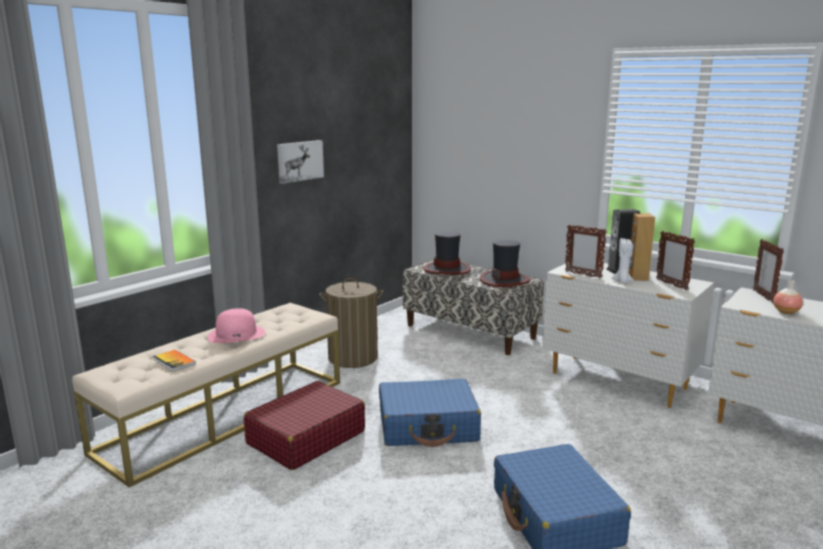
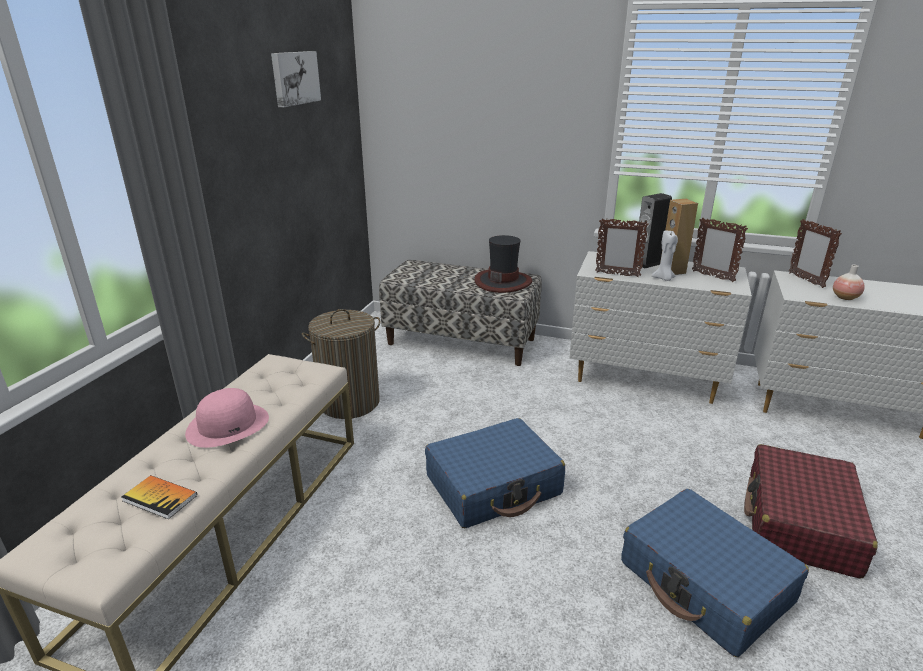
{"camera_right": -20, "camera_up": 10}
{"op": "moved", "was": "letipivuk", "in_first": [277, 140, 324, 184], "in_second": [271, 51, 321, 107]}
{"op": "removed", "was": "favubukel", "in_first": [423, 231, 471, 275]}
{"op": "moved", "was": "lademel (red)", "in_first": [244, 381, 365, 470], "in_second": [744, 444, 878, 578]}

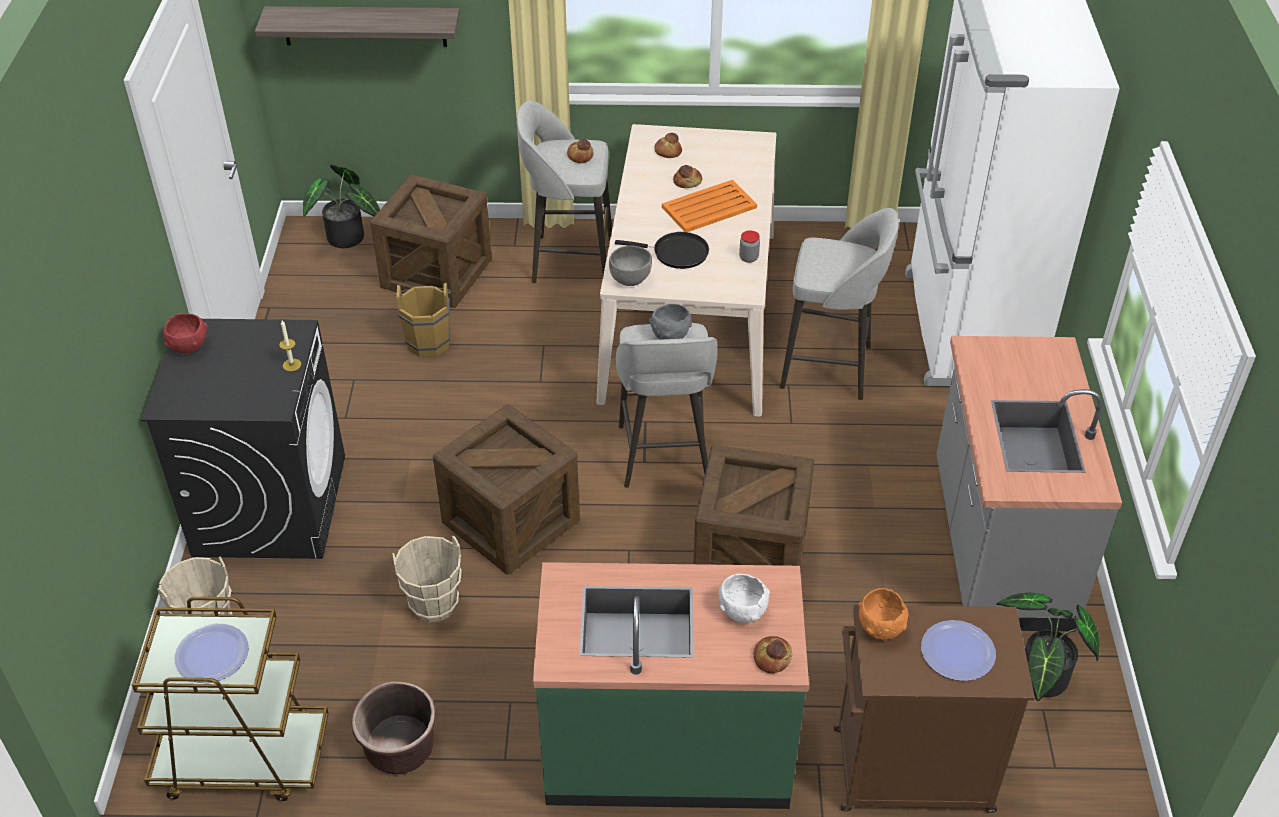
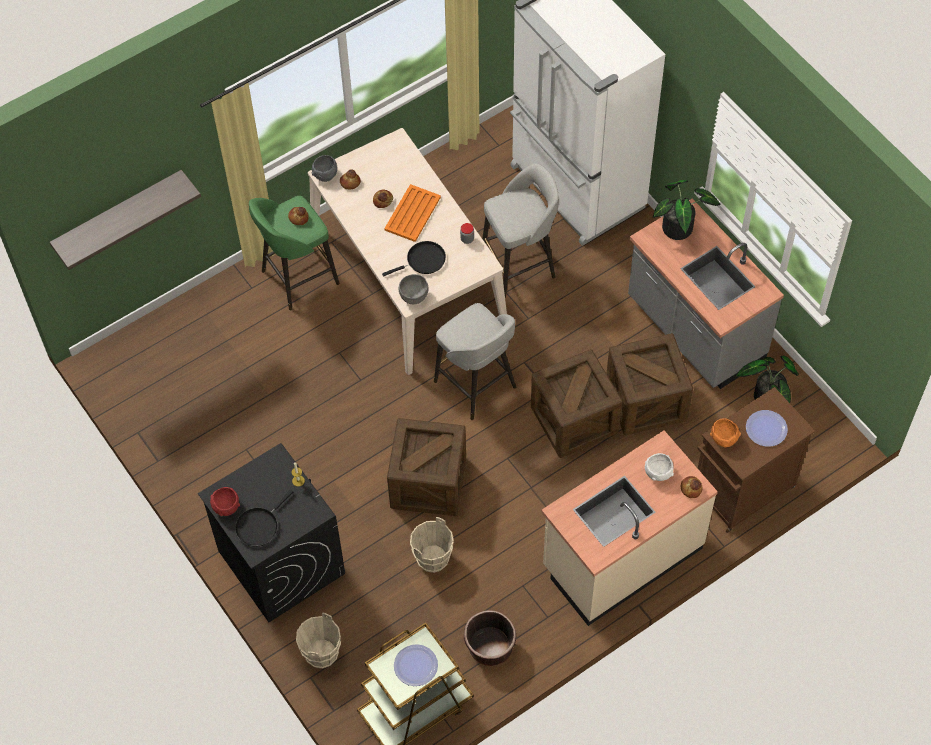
{"camera_right": -35, "camera_up": 15}
{"op": "recoloured", "was": "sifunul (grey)", "now": "sifunul (green)", "in_first": [517, 100, 612, 283], "in_second": [249, 196, 340, 310]}
{"op": "moved", "was": "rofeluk", "in_first": [303, 164, 380, 248], "in_second": [653, 180, 721, 240]}
{"op": "moved", "was": "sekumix", "in_first": [370, 174, 492, 308], "in_second": [606, 333, 693, 435]}
{"op": "removed", "was": "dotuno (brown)", "in_first": [394, 283, 451, 357]}
{"op": "moved", "was": "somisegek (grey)", "in_first": [649, 304, 692, 340], "in_second": [312, 155, 337, 182]}
{"op": "recoloured", "was": "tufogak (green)", "now": "tufogak (beige)", "in_first": [533, 562, 809, 809], "in_second": [541, 430, 718, 626]}
{"op": "added", "now": "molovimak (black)", "in_second": [235, 490, 293, 547]}

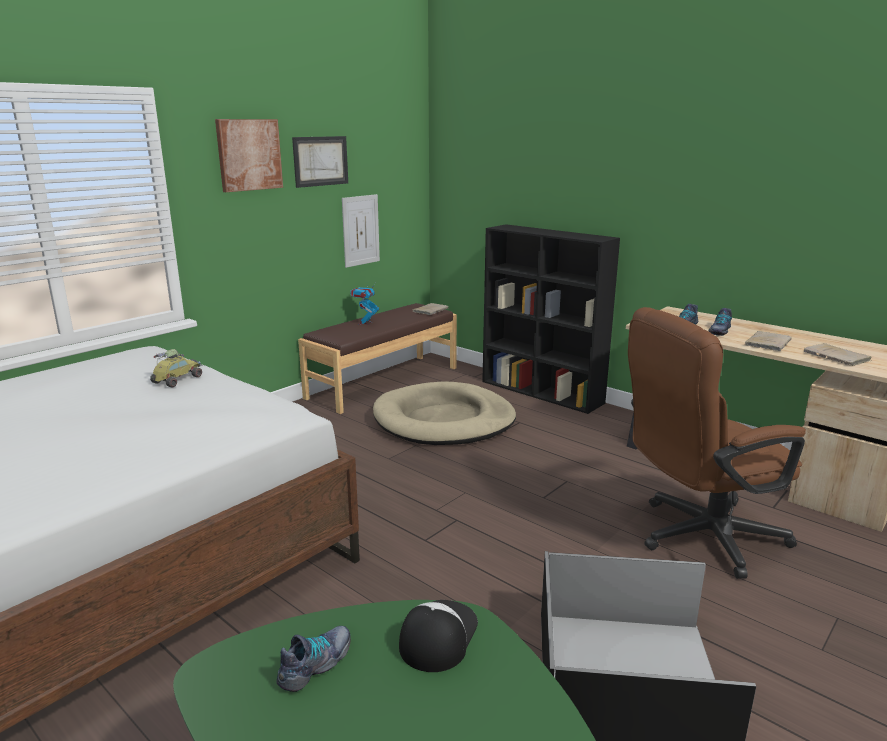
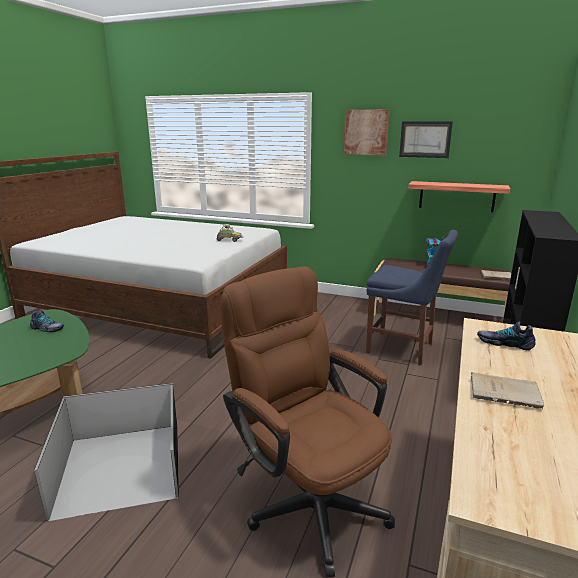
{"camera_right": 70, "camera_up": 0}
{"op": "replaced", "was": "letipivuk", "now": "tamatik", "in_first": [342, 194, 380, 268], "in_second": [408, 181, 510, 212]}
{"op": "removed", "was": "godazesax", "in_first": [708, 308, 732, 336]}
{"op": "removed", "was": "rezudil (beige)", "in_first": [803, 343, 872, 366]}
{"op": "replaced", "was": "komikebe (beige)", "now": "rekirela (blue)", "in_first": [373, 381, 516, 445], "in_second": [366, 230, 458, 365]}
{"op": "removed", "was": "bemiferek", "in_first": [399, 600, 478, 672]}

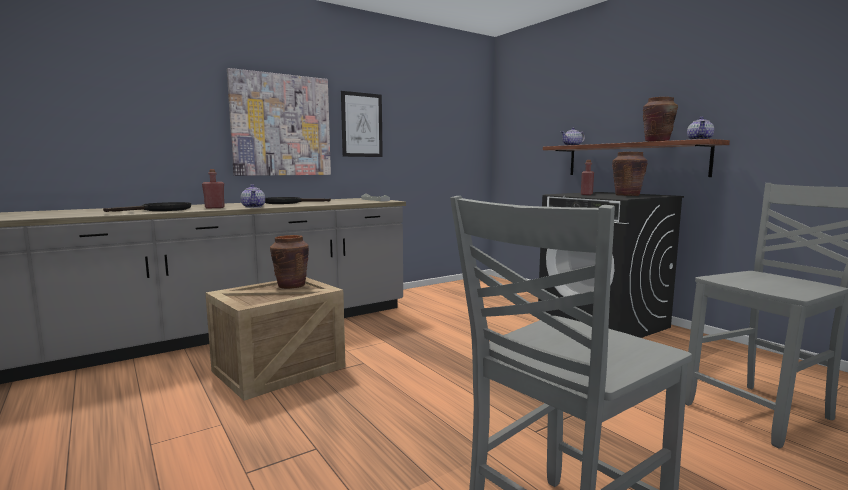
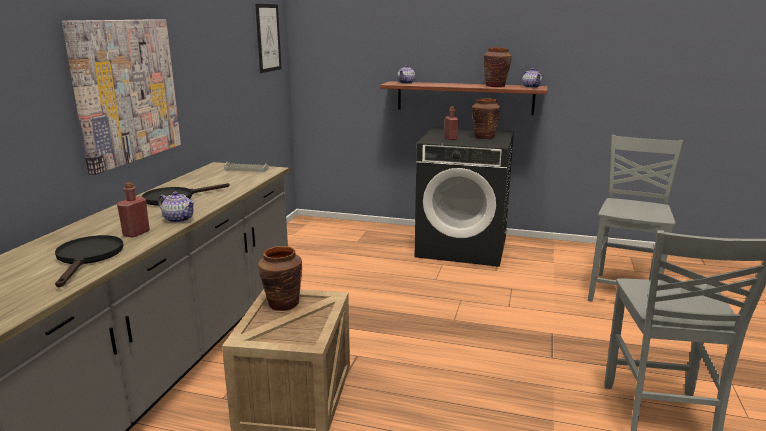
{"camera_right": -40, "camera_up": 10}
{"op": "moved", "was": "letipivuk", "in_first": [341, 91, 383, 157], "in_second": [255, 4, 281, 73]}

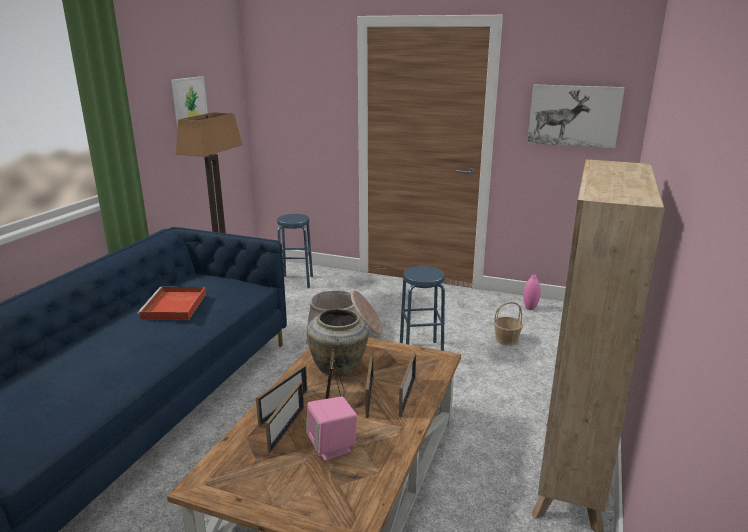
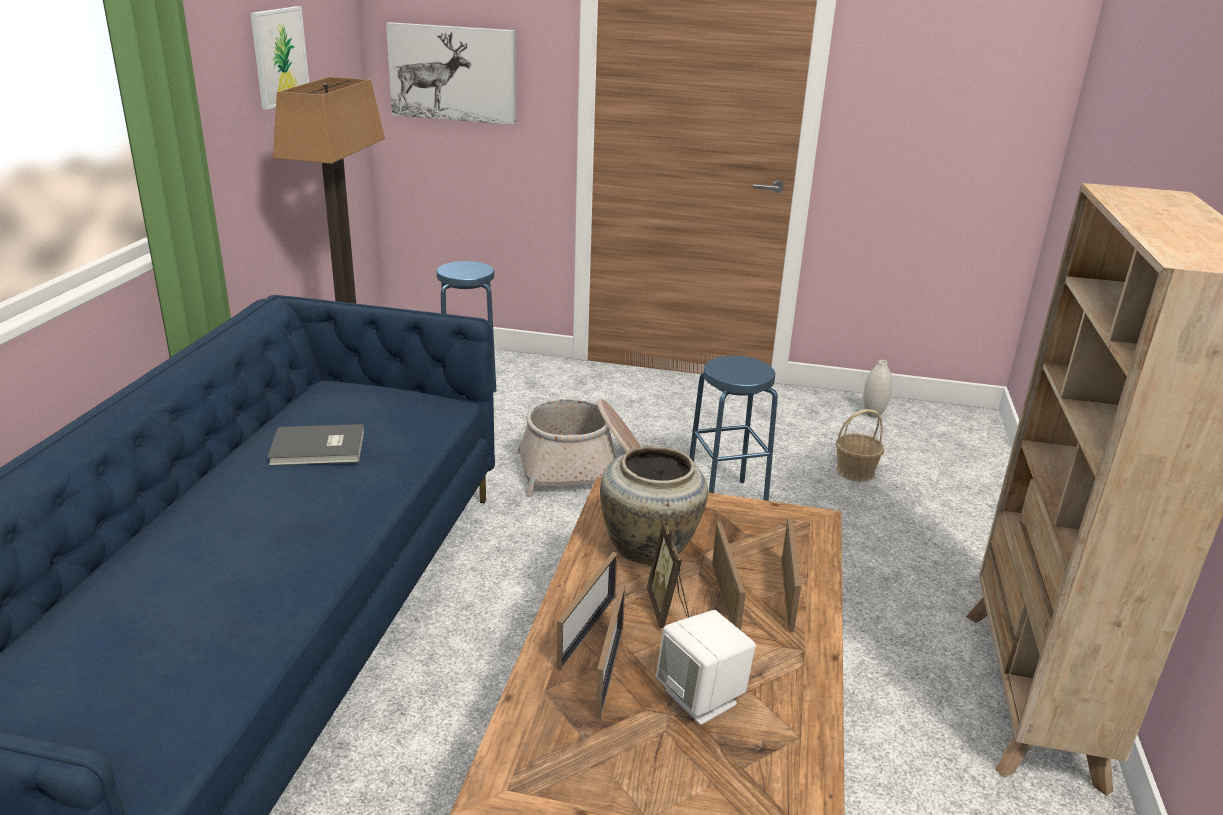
{"camera_right": -10, "camera_up": 5}
{"op": "moved", "was": "letipivuk", "in_first": [527, 85, 625, 148], "in_second": [386, 22, 516, 125]}
{"op": "recoloured", "was": "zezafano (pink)", "now": "zezafano (white)", "in_first": [523, 275, 541, 310], "in_second": [863, 360, 893, 418]}
{"op": "replaced", "was": "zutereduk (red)", "now": "rezudil (grey)", "in_first": [137, 287, 206, 320], "in_second": [267, 424, 364, 466]}
{"op": "recoloured", "was": "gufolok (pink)", "now": "gufolok (white)", "in_first": [306, 396, 357, 461], "in_second": [656, 610, 756, 725]}

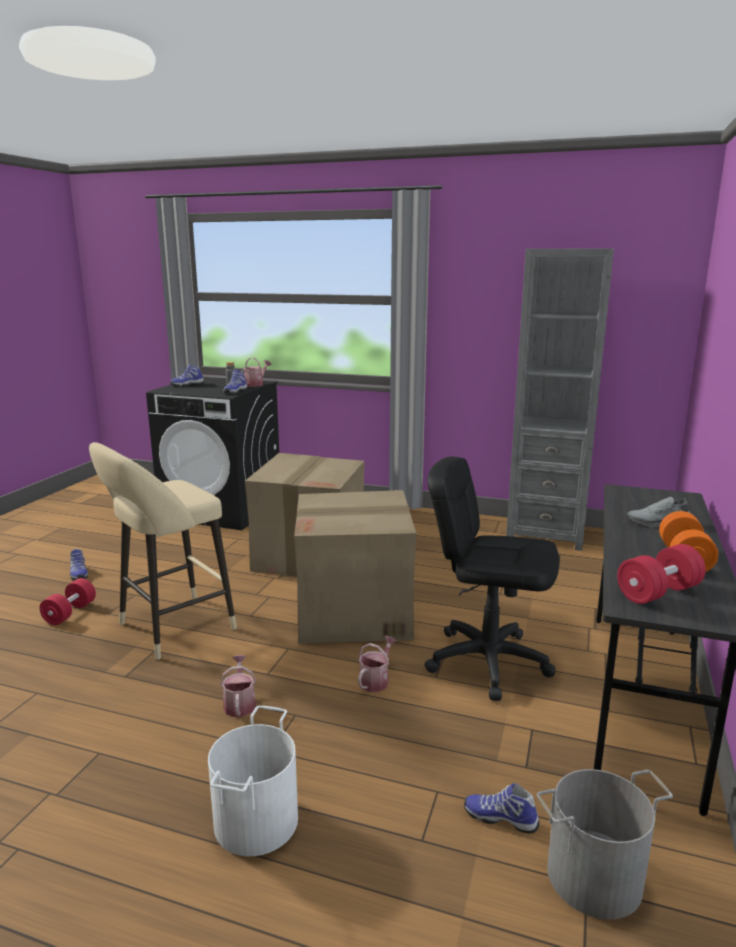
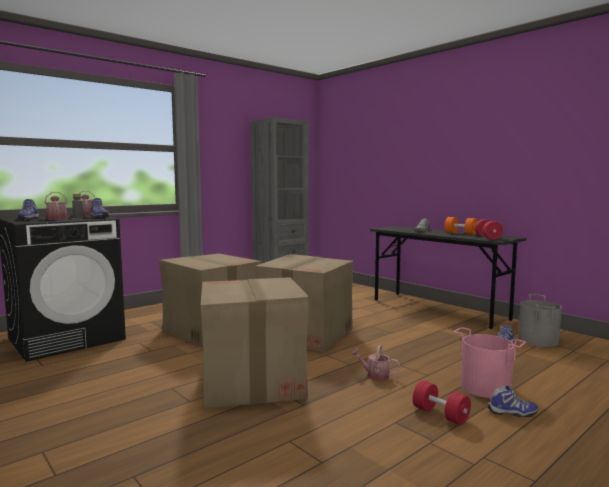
{"camera_right": -60, "camera_up": -10}
{"op": "replaced", "was": "sifunul (beige)", "now": "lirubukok", "in_first": [89, 442, 237, 660], "in_second": [201, 277, 309, 409]}
{"op": "removed", "was": "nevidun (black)", "in_first": [425, 456, 560, 701]}
{"op": "moved", "was": "godazesax", "in_first": [70, 548, 88, 580], "in_second": [488, 385, 538, 417]}
{"op": "moved", "was": "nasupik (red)", "in_first": [39, 578, 96, 625], "in_second": [413, 380, 471, 425]}
{"op": "moved", "was": "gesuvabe", "in_first": [358, 636, 397, 692], "in_second": [44, 192, 68, 220]}
{"op": "recoloured", "was": "dotuno (white)", "now": "dotuno (pink)", "in_first": [208, 706, 298, 856], "in_second": [453, 327, 526, 398]}

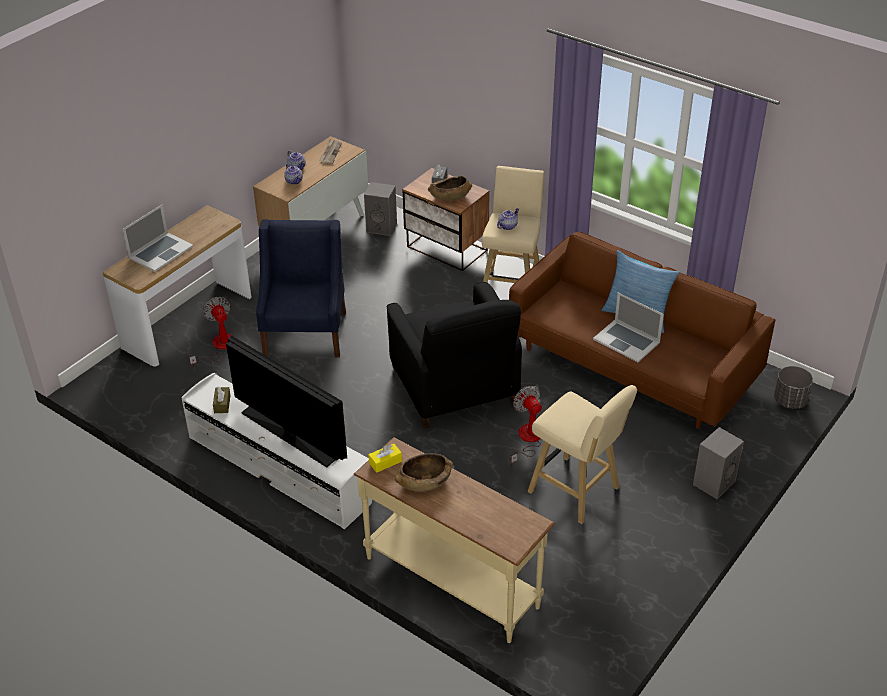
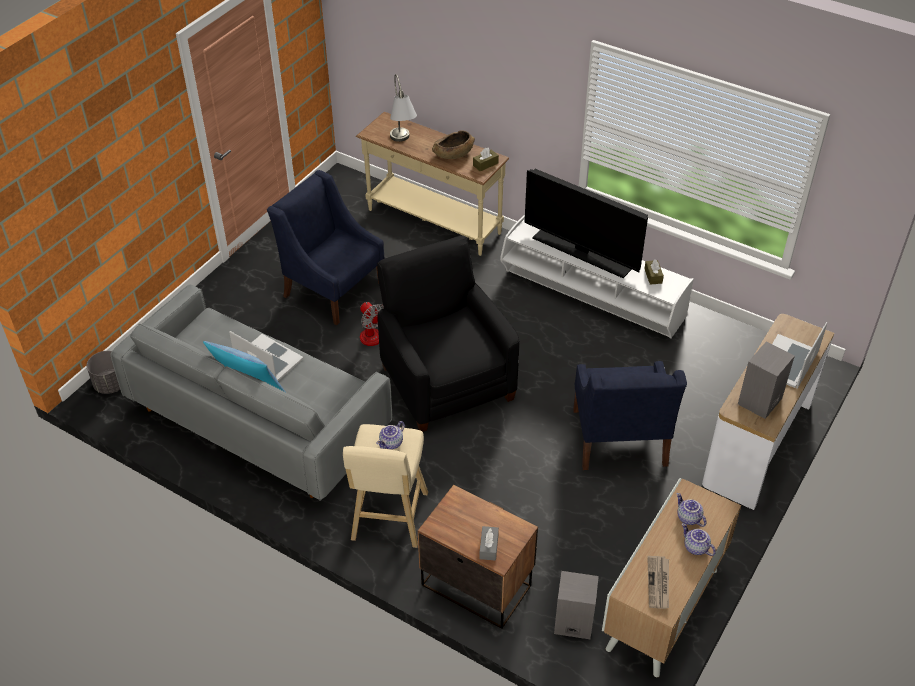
{"camera_right": 175, "camera_up": 5}
{"op": "removed", "was": "somisegek (brown)", "in_first": [428, 176, 472, 201]}
{"op": "recoloured", "was": "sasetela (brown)", "now": "sasetela (grey)", "in_first": [509, 232, 775, 429], "in_second": [111, 284, 392, 501]}
{"op": "removed", "was": "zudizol", "in_first": [189, 297, 234, 369]}
{"op": "replaced", "was": "sifunul (beige)", "now": "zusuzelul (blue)", "in_first": [528, 385, 637, 524], "in_second": [267, 170, 384, 325]}
{"op": "moved", "was": "gufolok (grey)", "in_first": [693, 427, 744, 499], "in_second": [738, 342, 795, 419]}
{"op": "recoloured", "was": "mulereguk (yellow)", "now": "mulereguk (brown)", "in_first": [368, 444, 402, 473], "in_second": [473, 148, 499, 171]}
{"op": "added", "now": "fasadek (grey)", "in_second": [390, 74, 417, 142]}

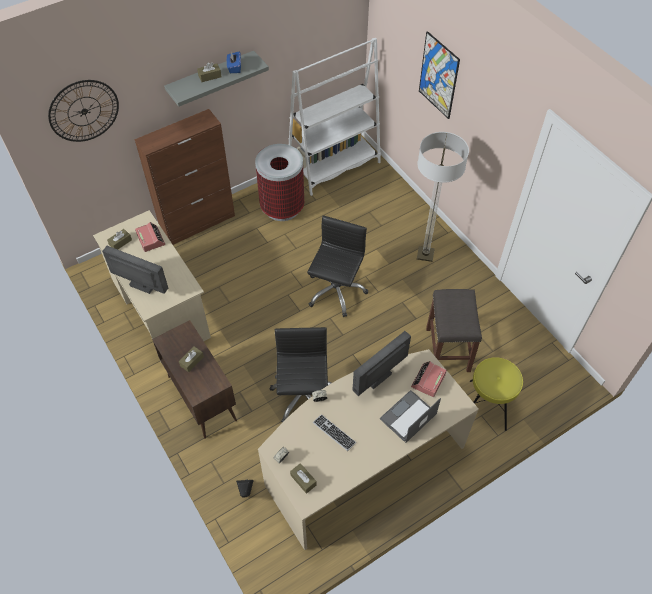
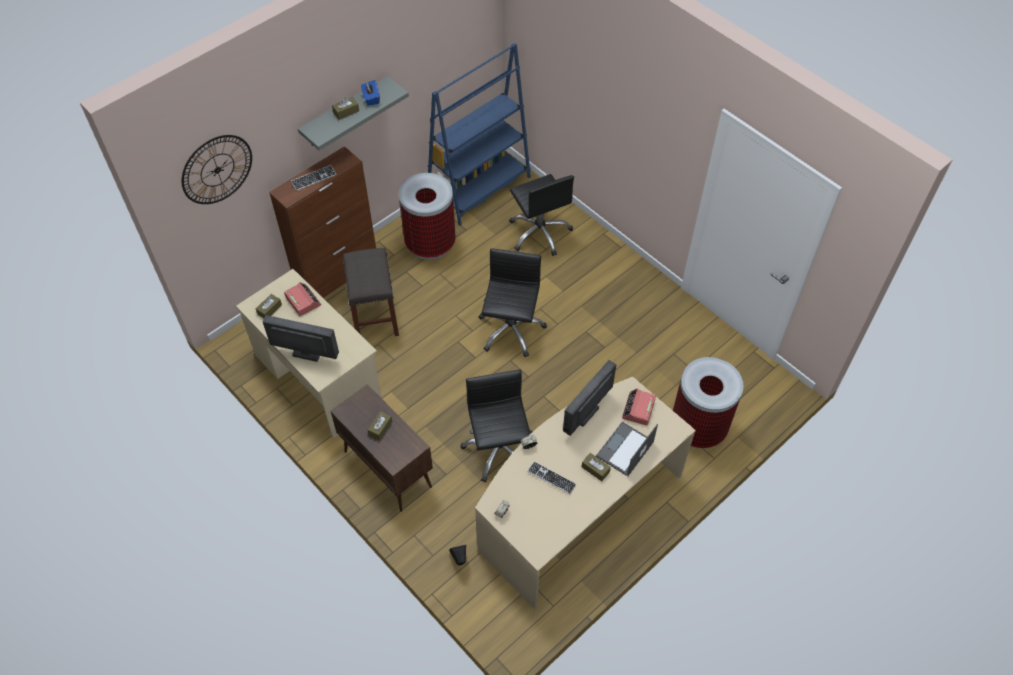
{"camera_right": -10, "camera_up": 0}
{"op": "removed", "was": "letipivuk", "in_first": [419, 31, 460, 119]}
{"op": "recoloured", "was": "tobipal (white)", "now": "tobipal (blue)", "in_first": [288, 38, 381, 196], "in_second": [428, 43, 531, 226]}
{"op": "removed", "was": "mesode", "in_first": [417, 132, 469, 262]}
{"op": "moved", "was": "sifunul (grey)", "in_first": [426, 289, 482, 372], "in_second": [343, 248, 399, 336]}
{"op": "replaced", "was": "sifunul (yellow)", "now": "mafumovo", "in_first": [470, 357, 523, 431], "in_second": [673, 357, 743, 448]}
{"op": "moved", "was": "mulereguk (brown)", "in_first": [290, 463, 317, 494], "in_second": [582, 453, 611, 481]}
{"op": "added", "now": "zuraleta", "in_second": [291, 165, 336, 191]}
{"op": "added", "now": "nevidun (black)", "in_second": [509, 174, 574, 256]}

